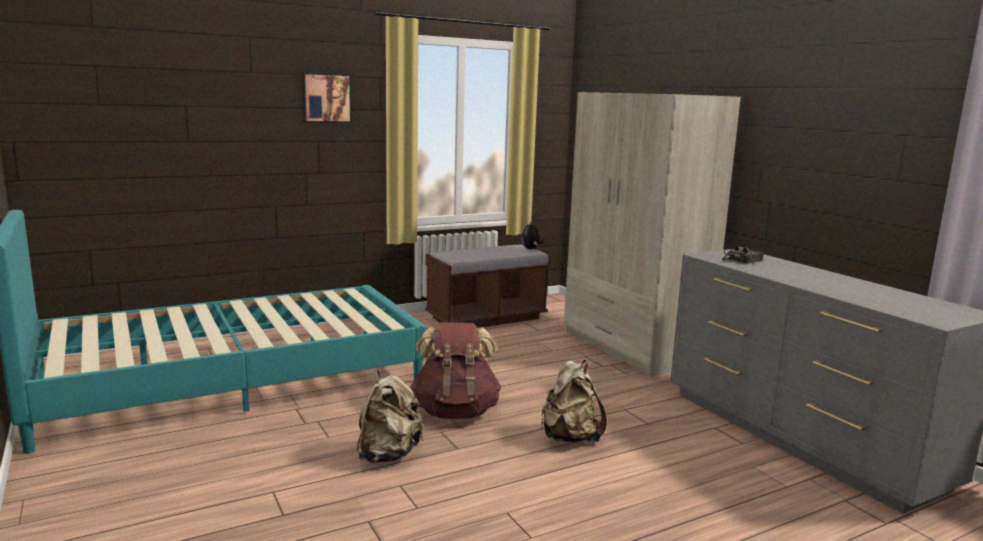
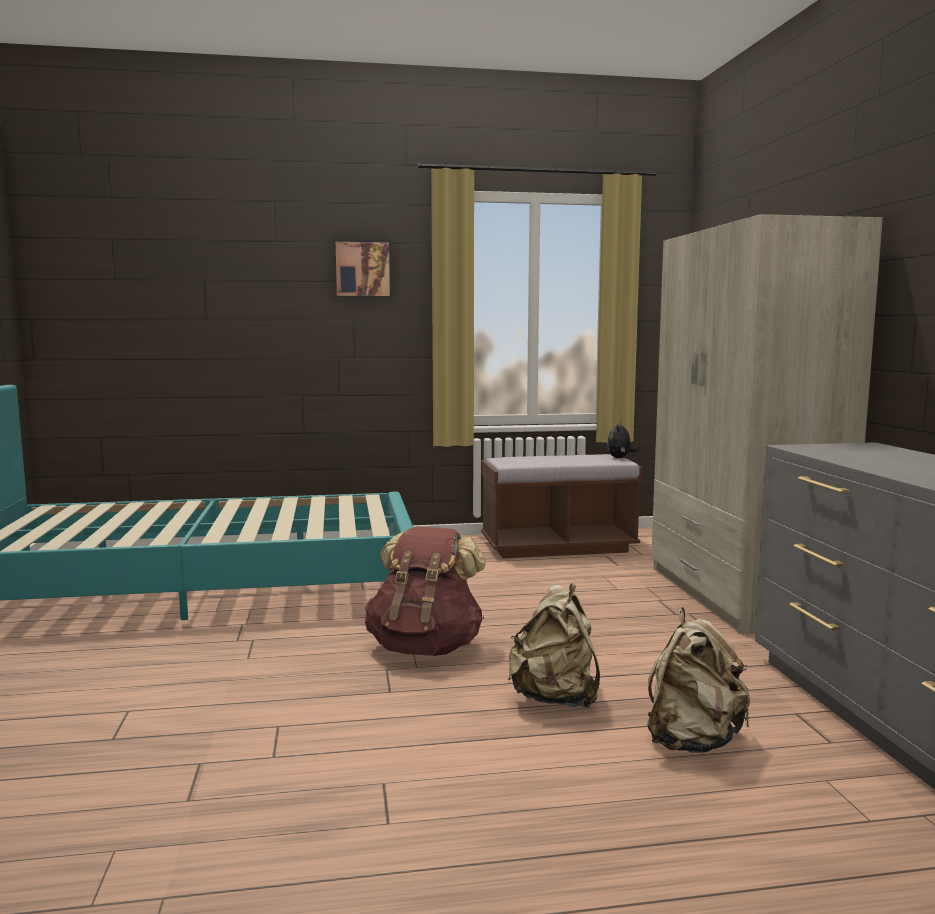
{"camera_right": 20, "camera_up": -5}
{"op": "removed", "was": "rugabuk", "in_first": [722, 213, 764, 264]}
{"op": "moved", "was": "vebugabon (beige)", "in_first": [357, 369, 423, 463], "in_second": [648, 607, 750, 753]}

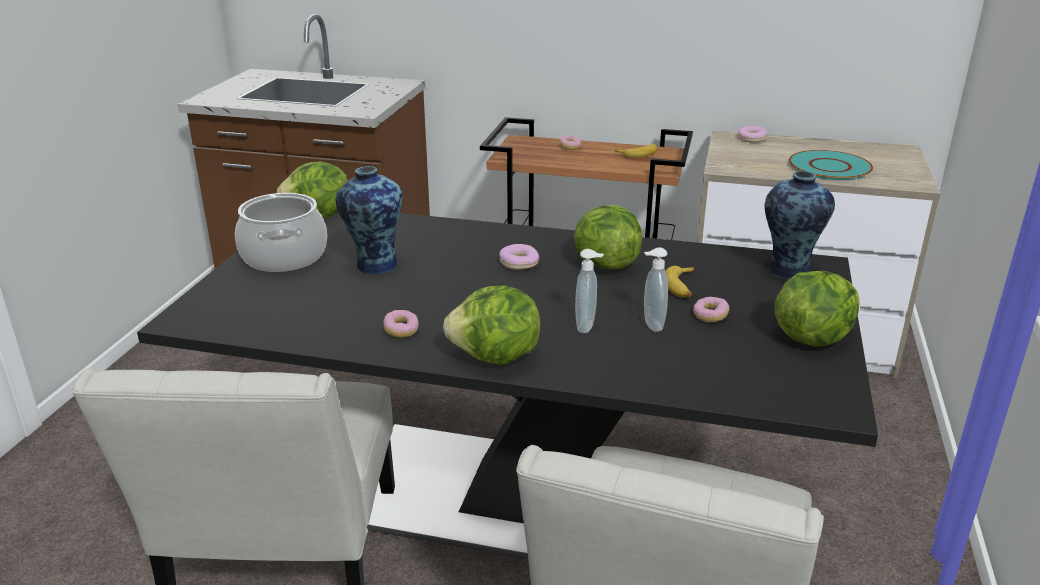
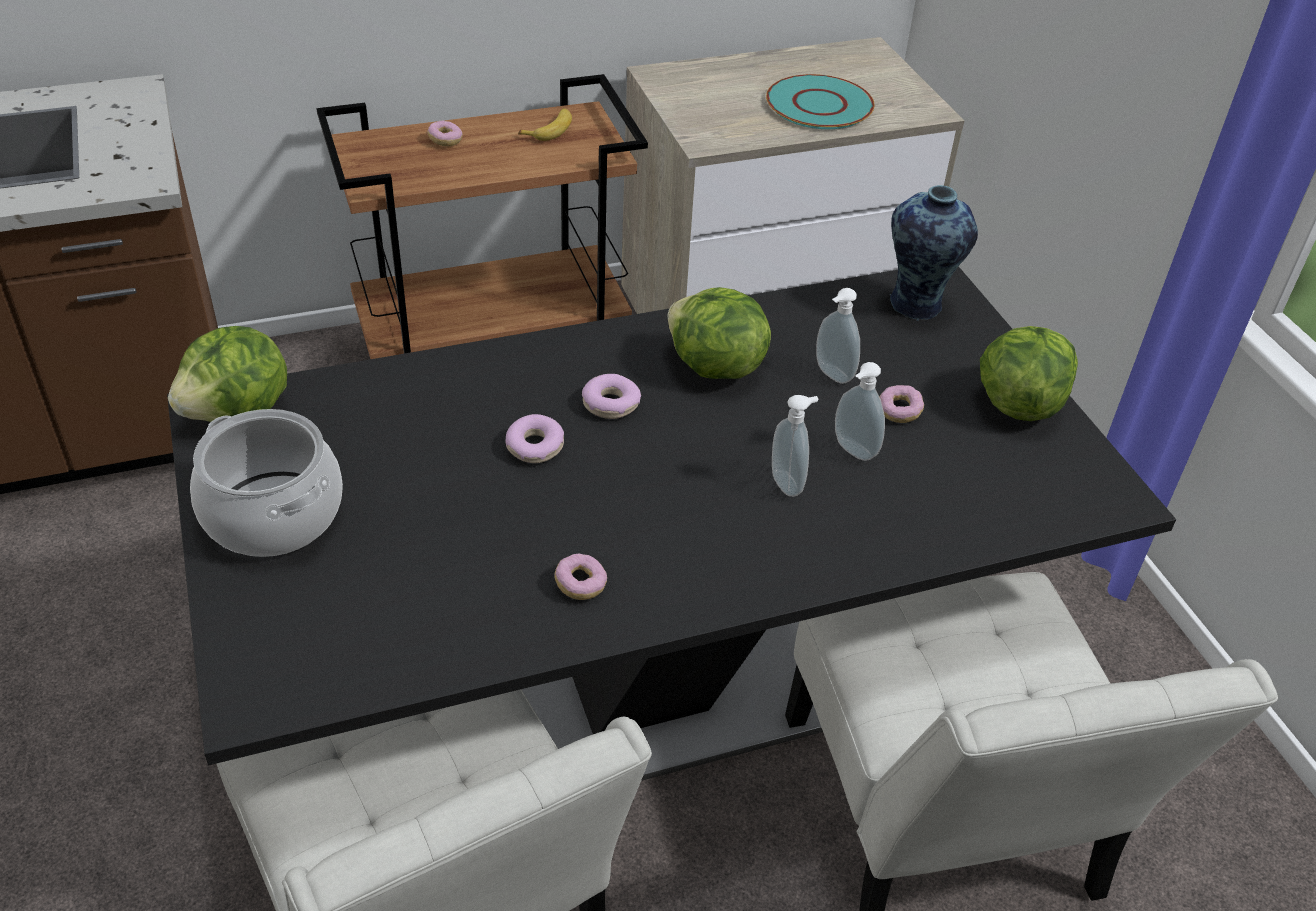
{"camera_right": -35, "camera_up": 15}
{"op": "moved", "was": "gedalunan", "in_first": [738, 126, 768, 143], "in_second": [505, 414, 564, 463]}
{"op": "removed", "was": "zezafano", "in_first": [335, 166, 403, 275]}
{"op": "replaced", "was": "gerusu", "now": "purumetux", "in_first": [665, 266, 694, 297], "in_second": [816, 288, 860, 384]}
{"op": "removed", "was": "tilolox", "in_first": [443, 286, 540, 365]}

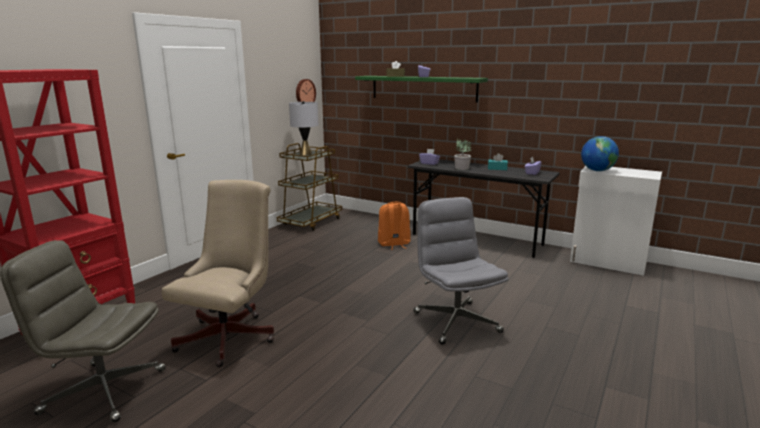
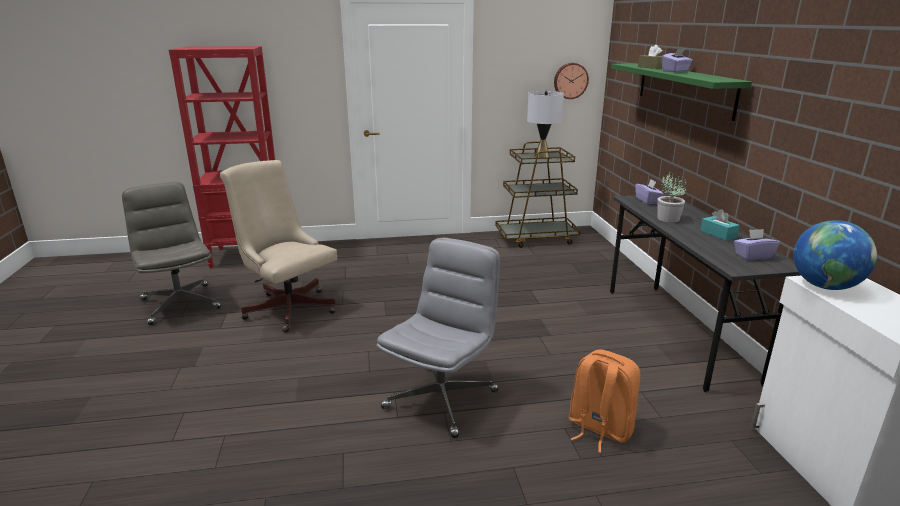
{"camera_right": 50, "camera_up": 5}
{"op": "turned", "was": "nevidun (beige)", "in_first": [162, 180, 274, 367], "in_second": [220, 160, 337, 332], "clockwise": -120}
{"op": "moved", "was": "vebugabon (orange)", "in_first": [378, 202, 411, 250], "in_second": [569, 350, 640, 453]}

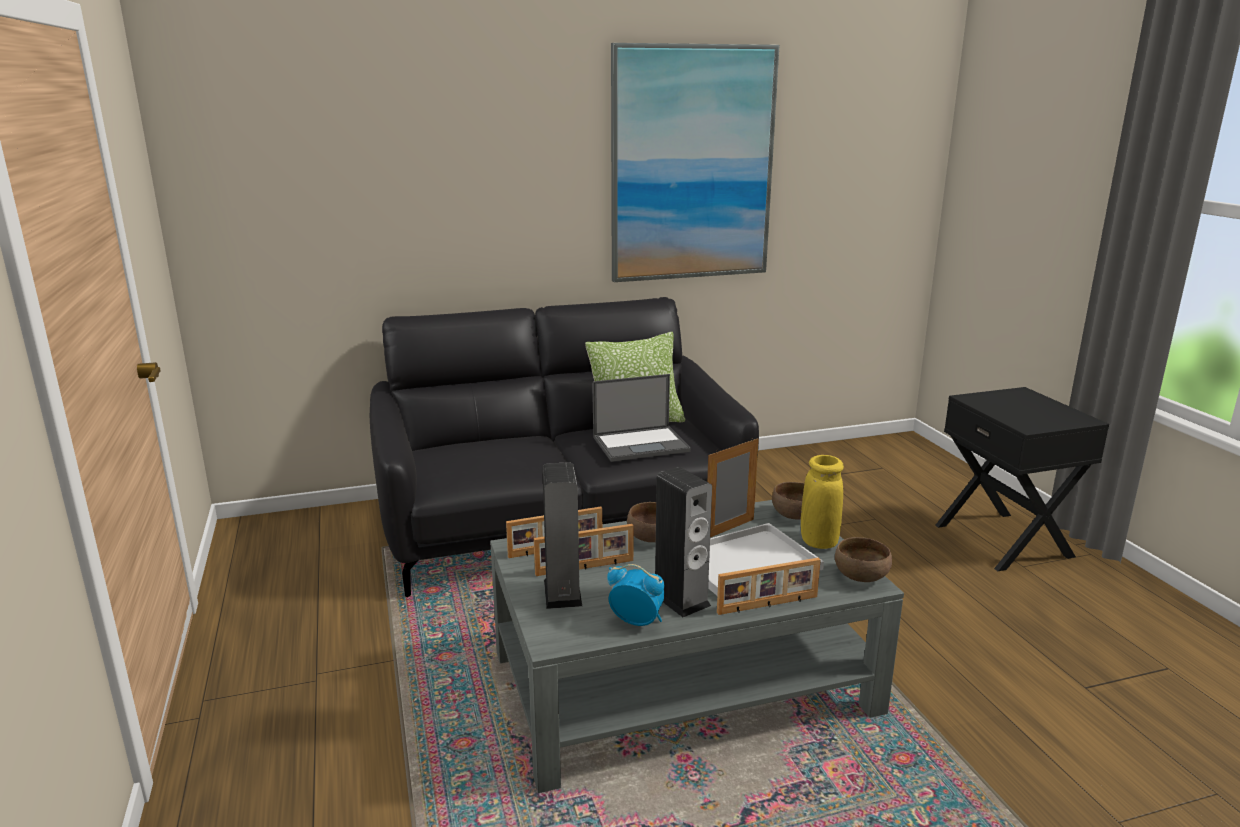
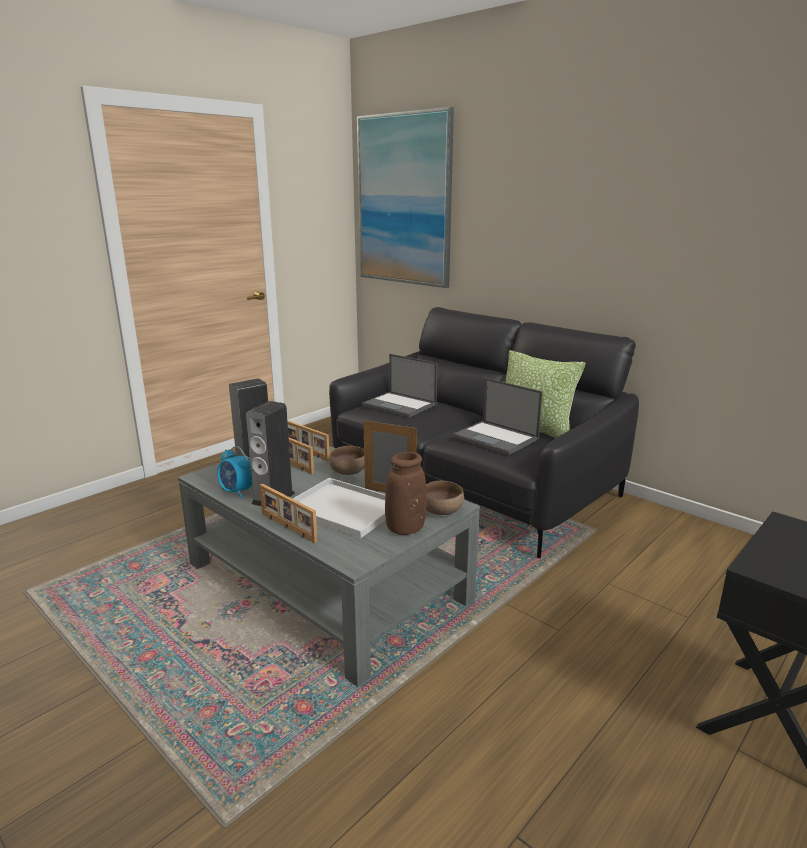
{"camera_right": 60, "camera_up": 0}
{"op": "moved", "was": "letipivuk", "in_first": [611, 43, 779, 282], "in_second": [357, 107, 454, 288]}
{"op": "recoloured", "was": "zezafano (yellow)", "now": "zezafano (brown)", "in_first": [801, 455, 844, 549], "in_second": [385, 452, 427, 535]}
{"op": "removed", "was": "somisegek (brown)", "in_first": [835, 537, 892, 582]}
{"op": "turned", "was": "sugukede", "in_first": [607, 564, 664, 626], "in_second": [217, 446, 252, 498], "clockwise": 135}
{"op": "added", "now": "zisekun", "in_second": [362, 354, 437, 418]}

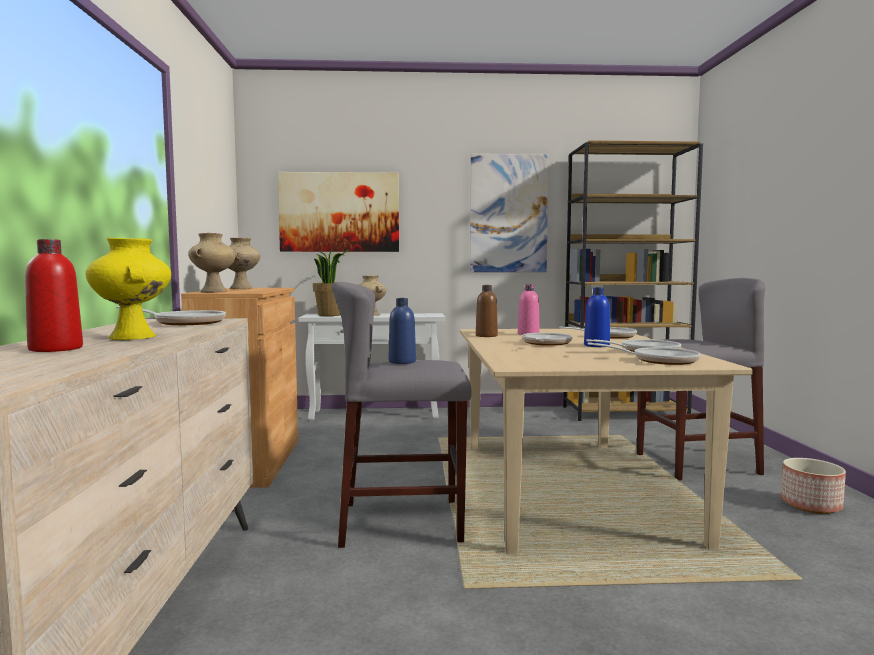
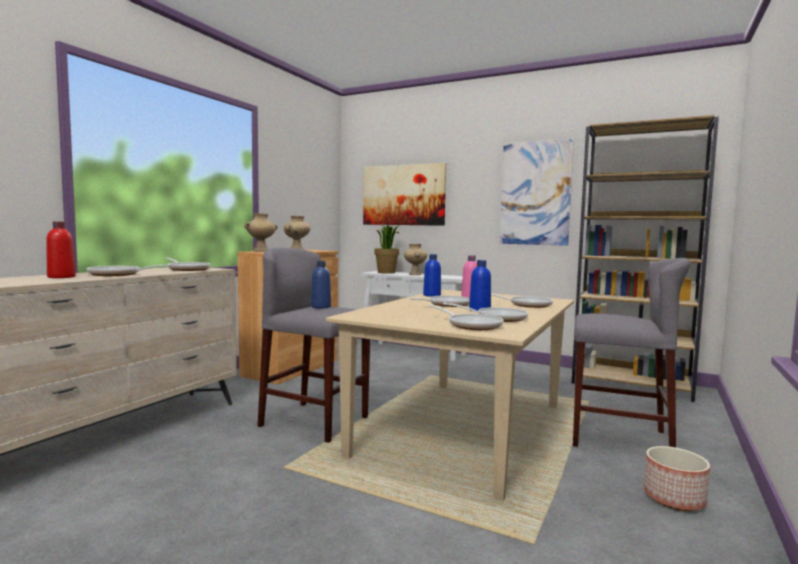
{"camera_right": 30, "camera_up": 0}
{"op": "replaced", "was": "zezafano (yellow)", "now": "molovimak", "in_first": [85, 238, 171, 340], "in_second": [86, 264, 171, 276]}
{"op": "recoloured", "was": "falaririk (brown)", "now": "falaririk (blue)", "in_first": [476, 285, 498, 337], "in_second": [423, 254, 441, 297]}

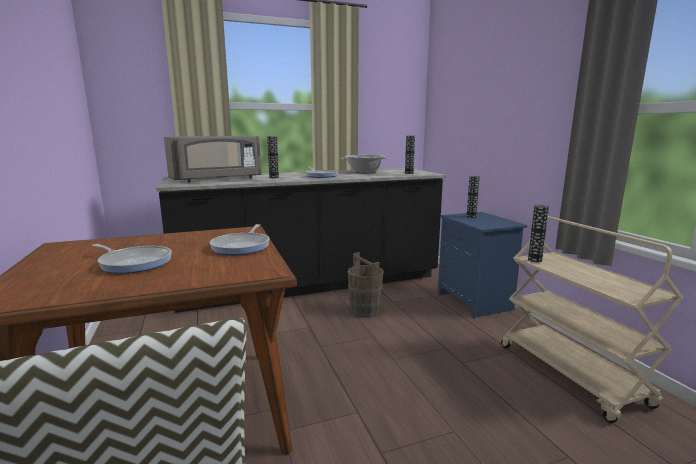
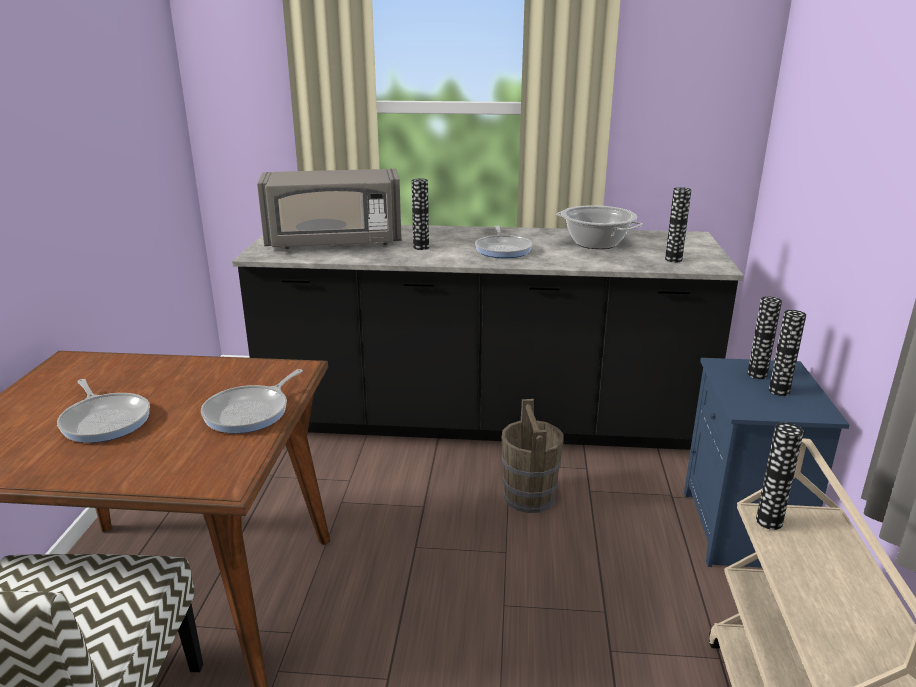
{"camera_right": 25, "camera_up": 10}
{"op": "added", "now": "zezafano", "in_second": [769, 310, 806, 396]}

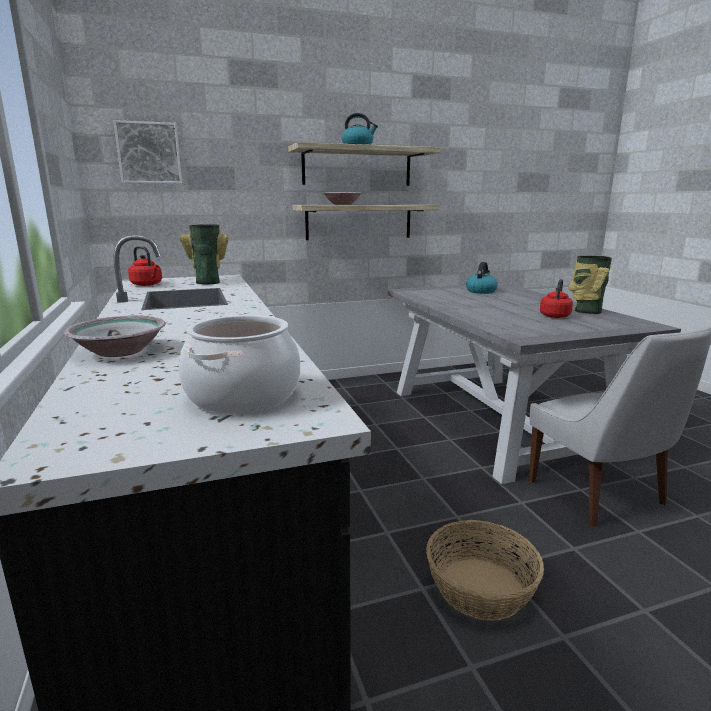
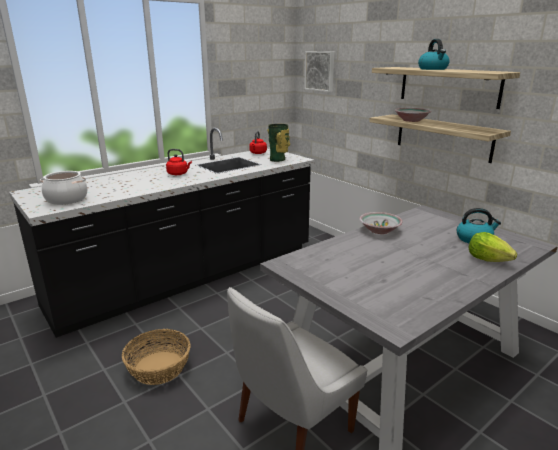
{"camera_right": 70, "camera_up": 5}
{"op": "removed", "was": "zezafano", "in_first": [568, 256, 612, 314]}
{"op": "moved", "was": "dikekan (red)", "in_first": [540, 279, 573, 318], "in_second": [166, 149, 192, 175]}
{"op": "moved", "was": "somisegek", "in_first": [64, 315, 166, 357], "in_second": [359, 212, 402, 234]}
{"op": "added", "now": "tilolox", "in_second": [468, 232, 517, 262]}

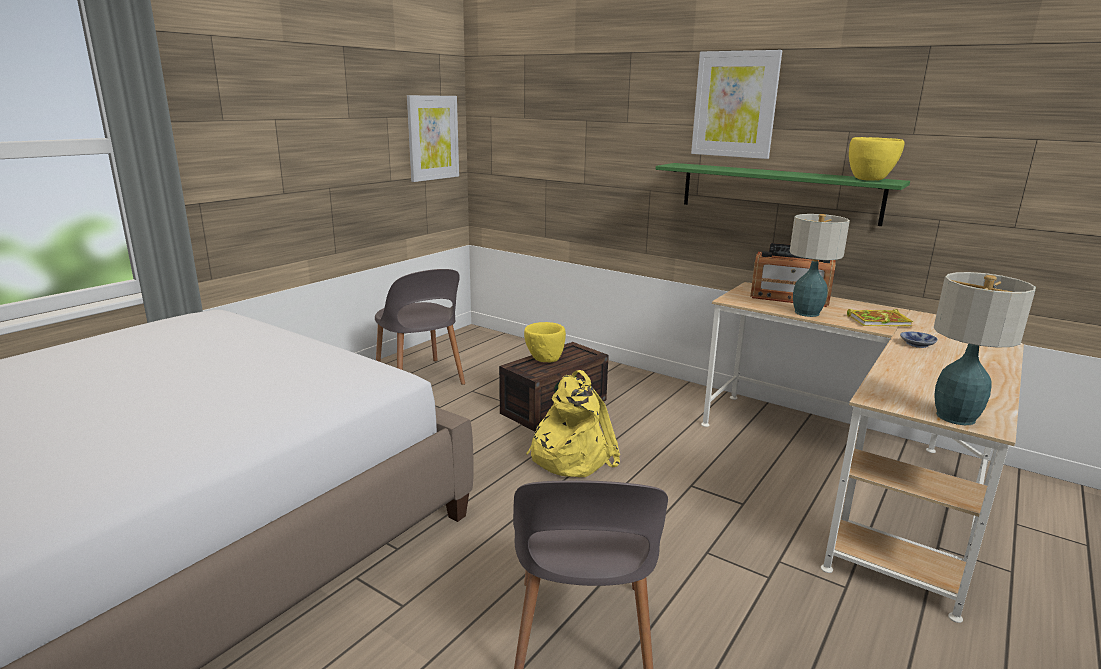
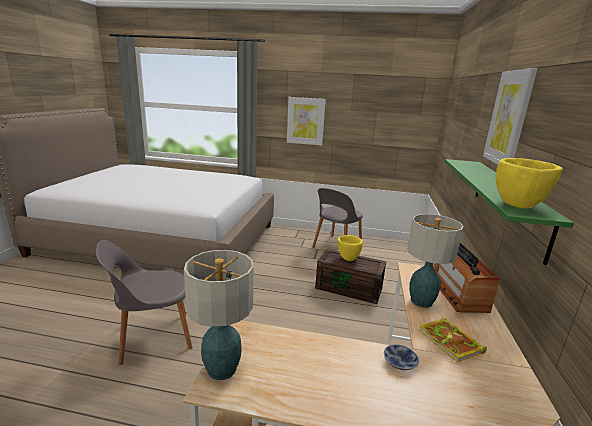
{"camera_right": 65, "camera_up": 0}
{"op": "moved", "was": "letipivuk", "in_first": [407, 95, 459, 182], "in_second": [287, 97, 326, 145]}
{"op": "removed", "was": "vebugabon (yellow)", "in_first": [526, 370, 620, 477]}

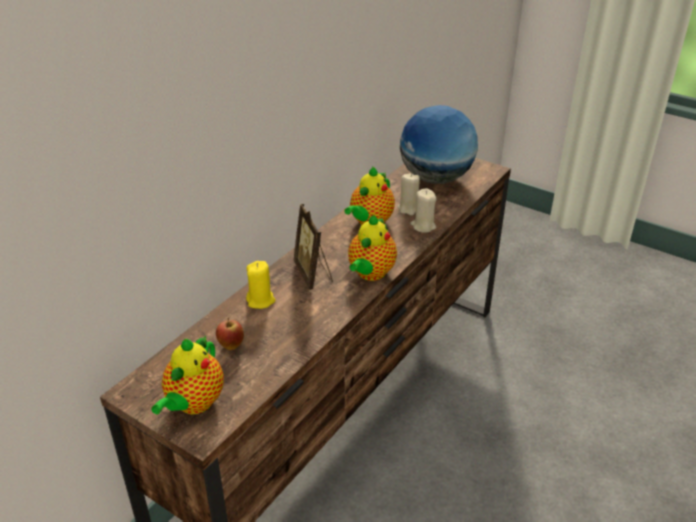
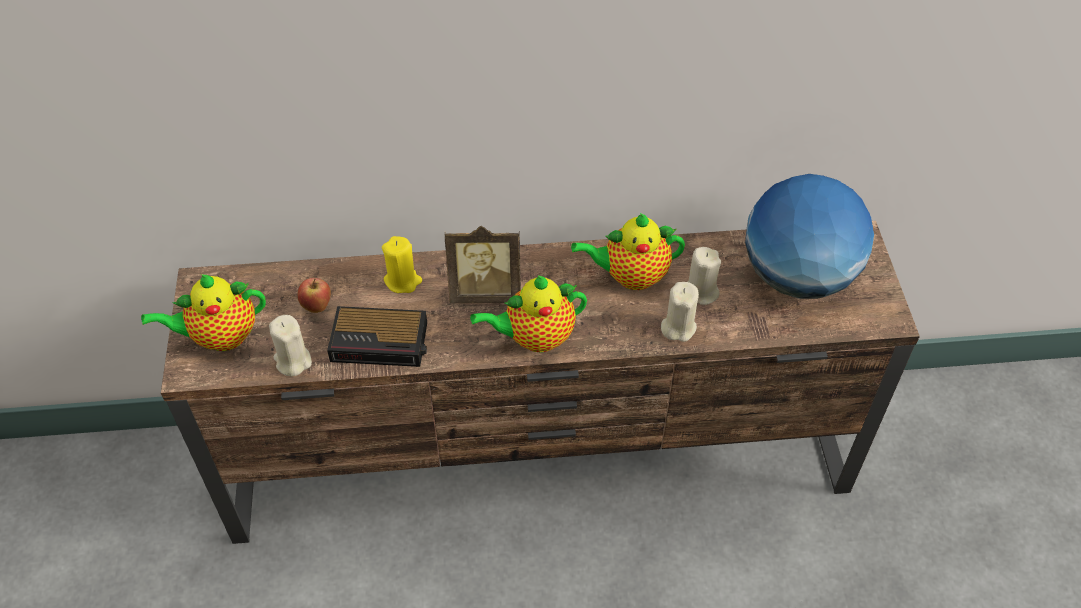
{"camera_right": 50, "camera_up": 15}
{"op": "turned", "was": "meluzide", "in_first": [293, 204, 333, 290], "in_second": [445, 226, 521, 303], "clockwise": -120}
{"op": "added", "now": "sugukede", "in_second": [327, 306, 427, 367]}
{"op": "added", "now": "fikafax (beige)", "in_second": [269, 315, 312, 376]}

